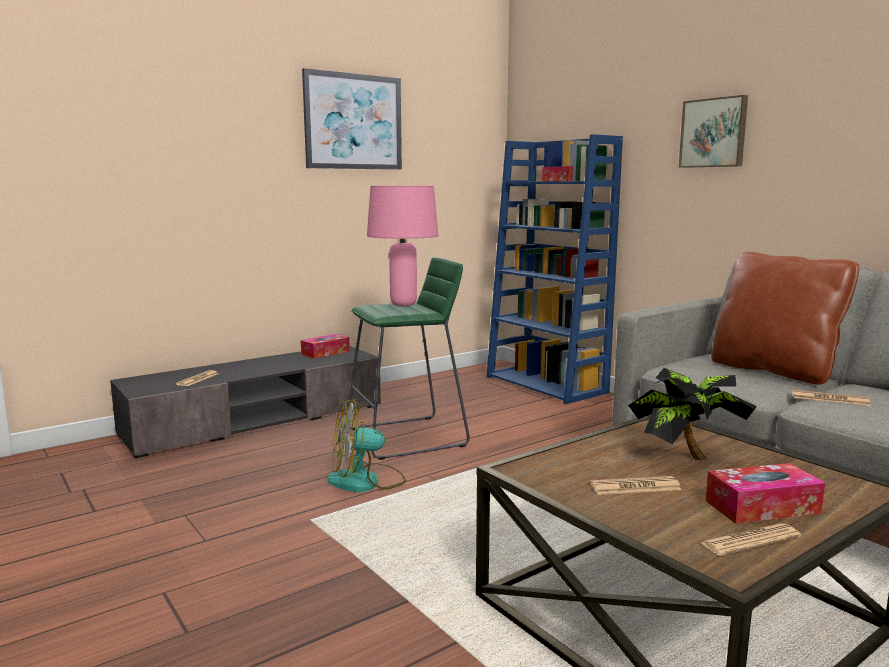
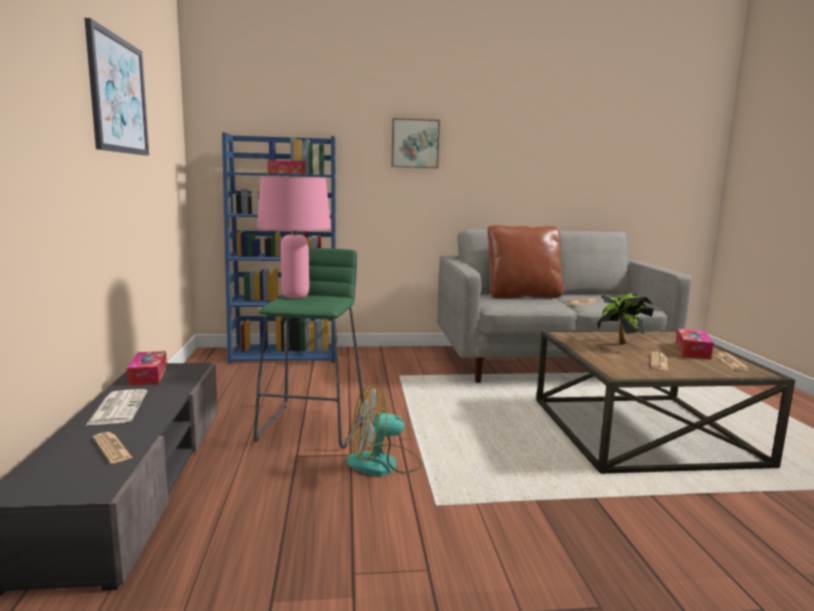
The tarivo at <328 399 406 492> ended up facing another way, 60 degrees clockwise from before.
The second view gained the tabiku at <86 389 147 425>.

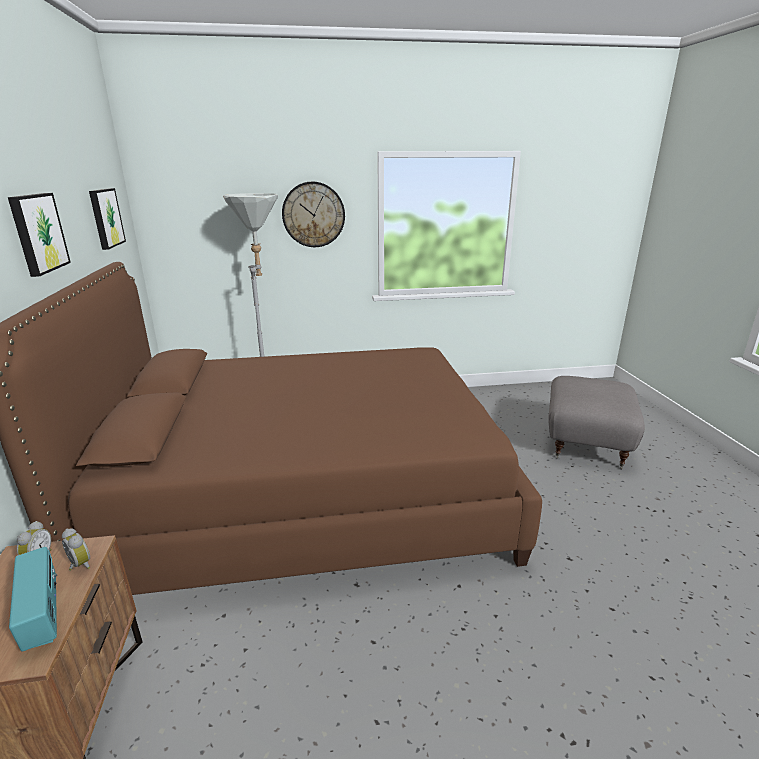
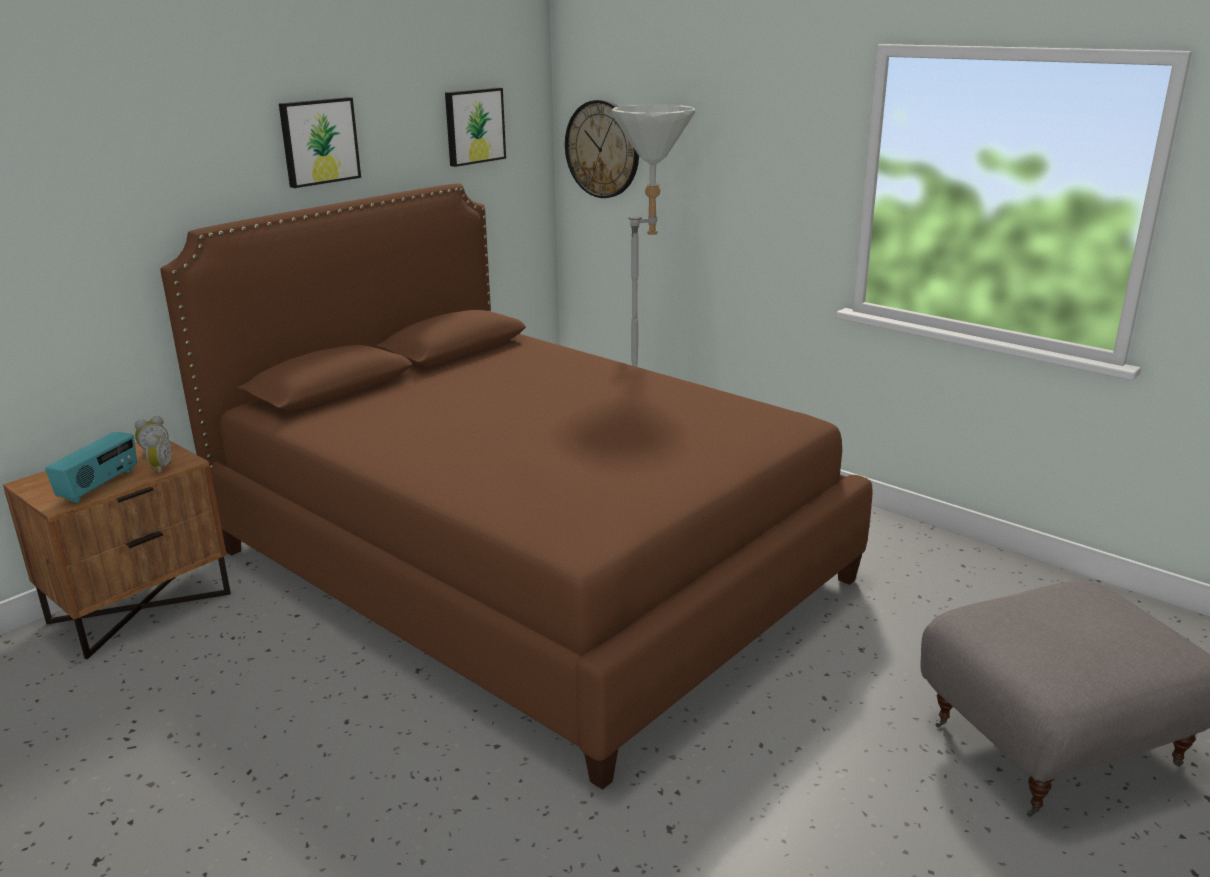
The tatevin ended up elsewhere, having gone from <282 182 345 247> to <565 100 639 198>.

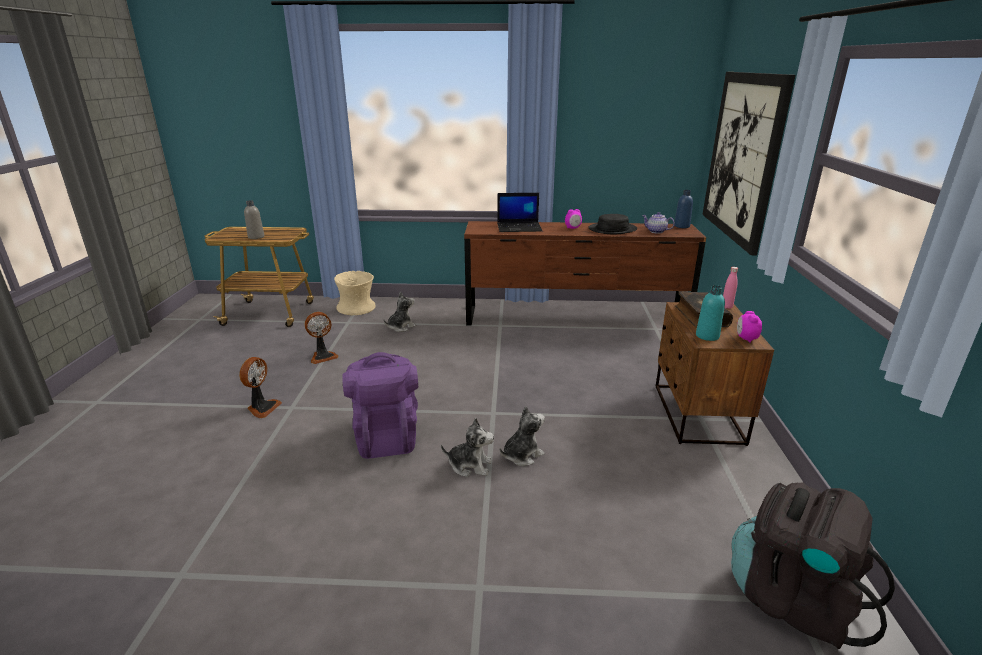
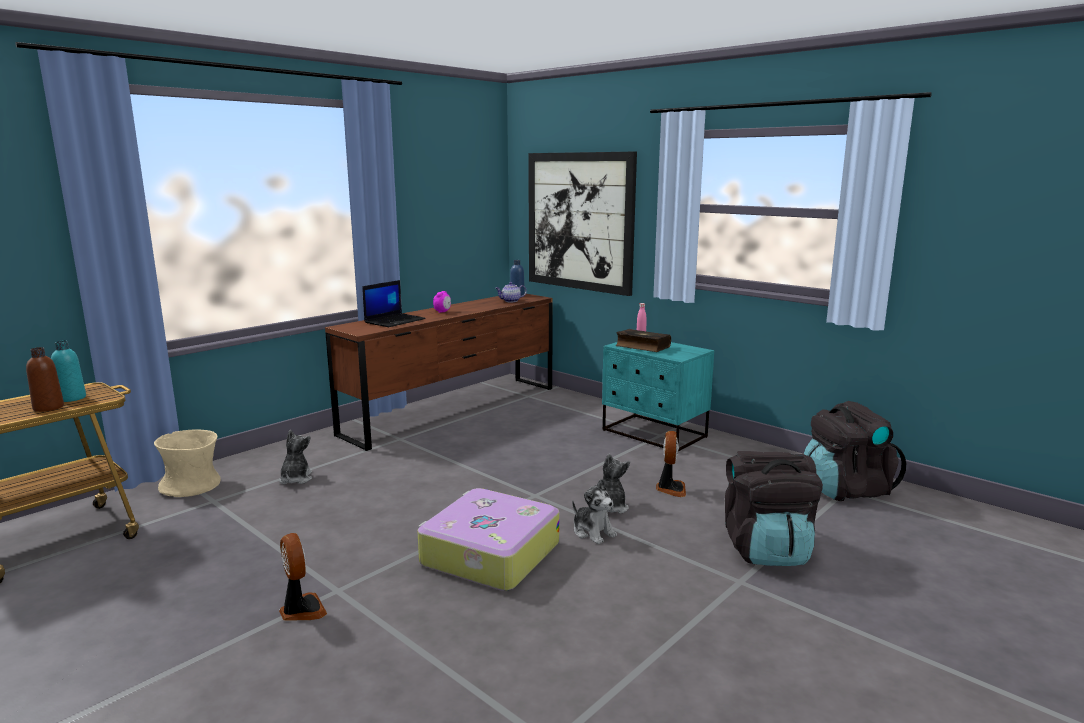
What was the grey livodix at <244 200 264 239> turned into the brown livodix at <26 347 64 412>.
The tarivo ended up elsewhere, having gone from <305 312 339 364> to <656 431 686 497>.
Where the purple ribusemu stood at <342 352 418 459>, the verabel came to stand at <417 488 560 591>.
The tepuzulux at <441 418 494 477> ended up facing another way, 90 degrees clockwise from before.
The second view lost the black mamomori at <588 214 637 234>.
What was the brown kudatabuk at <656 302 774 446> turned into the turquoise kudatabuk at <602 342 714 453>.
The turquoise livodix ended up elsewhere, having gone from <696 285 725 341> to <51 341 86 402>.
The second view lost the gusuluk at <737 311 762 342>.
The second view gained the black ribusemu at <725 451 823 566>.

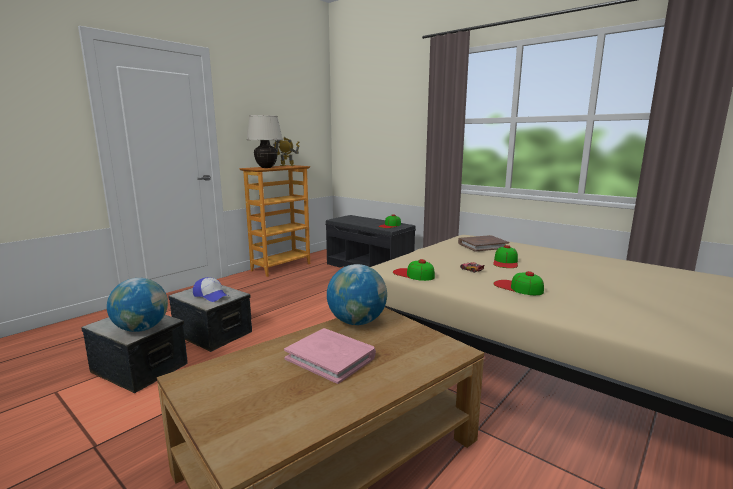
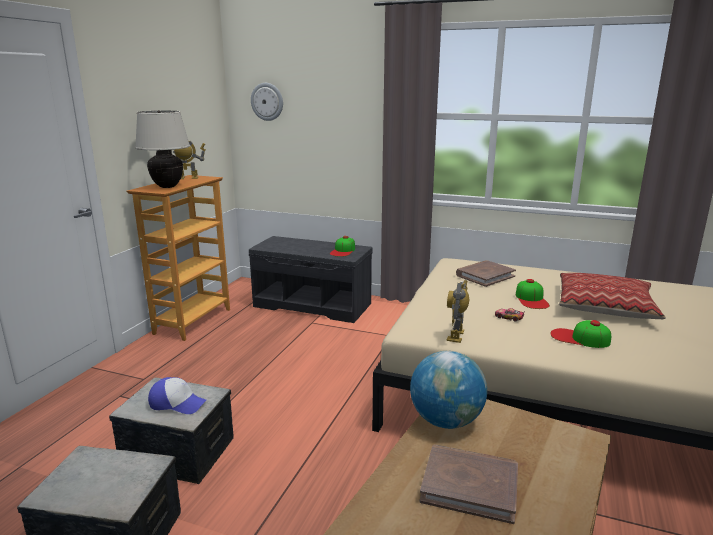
The second view lost the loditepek at <107 278 168 332>.
What was the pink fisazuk at <284 328 376 384> turned into the brown fisazuk at <420 444 518 524>.
Where the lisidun stood at <393 259 435 281>, the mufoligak came to stand at <447 280 469 343>.
The second view gained the tatevin at <251 83 283 121>.
The second view gained the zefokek at <559 273 666 319>.

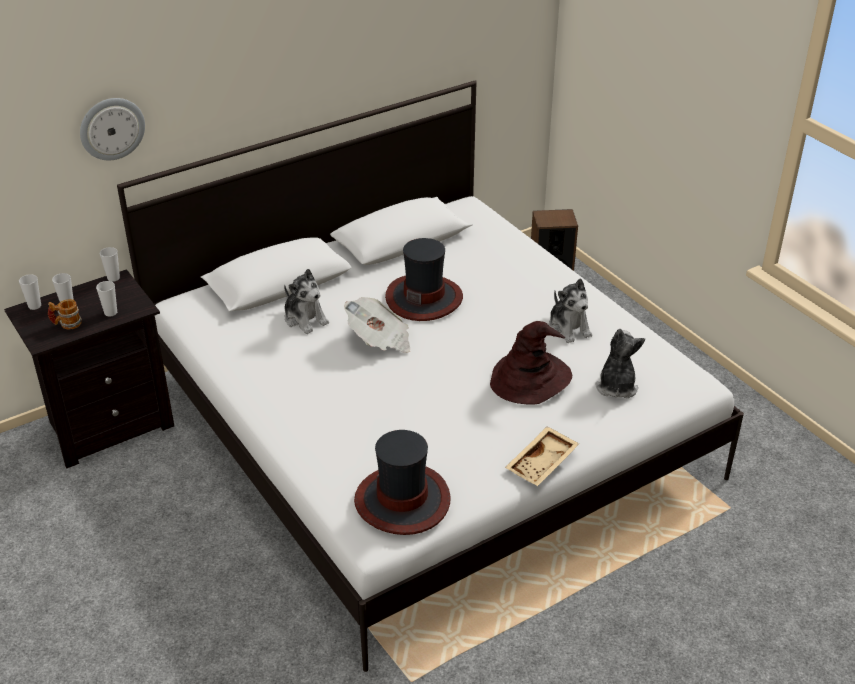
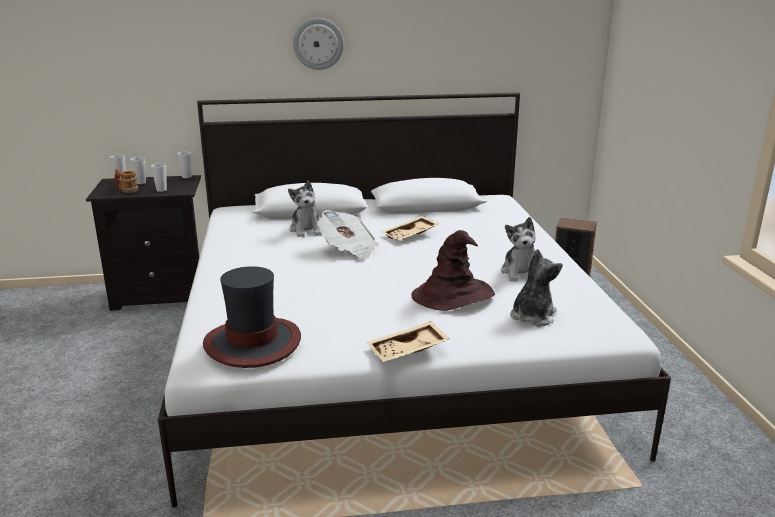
The tatevin ended up elsewhere, having gone from <80 98 145 160> to <293 18 344 70>.
Where the mamomori stood at <385 238 463 321>, the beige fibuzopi came to stand at <382 216 439 240>.

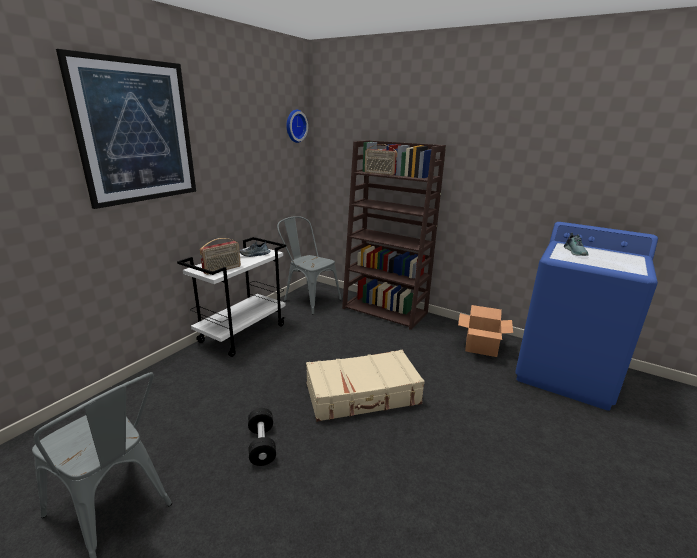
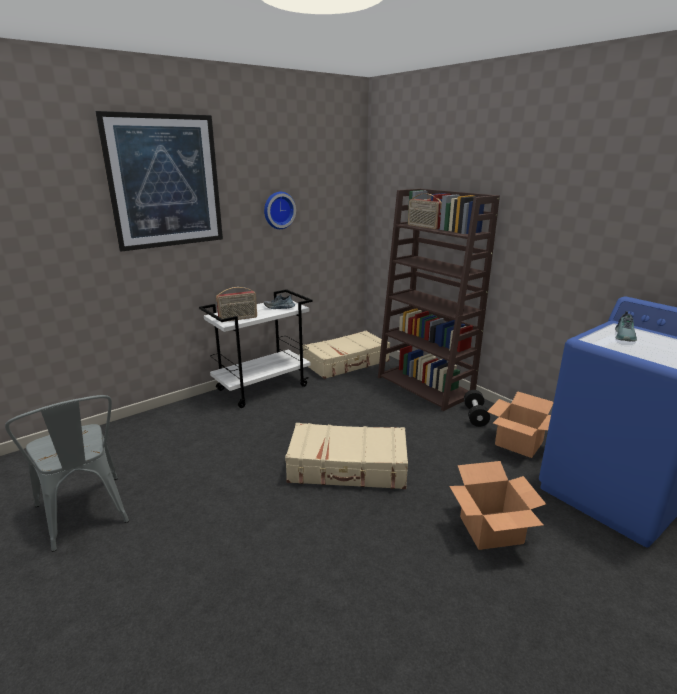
The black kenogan ended up elsewhere, having gone from <248 408 276 466> to <464 390 490 427>.
Where the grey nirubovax stood at <277 216 342 314>, the beige verabel came to stand at <302 331 390 379>.
The tatevin ended up elsewhere, having gone from <286 110 308 143> to <264 192 296 229>.
The second view gained the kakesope at <449 461 546 550>.

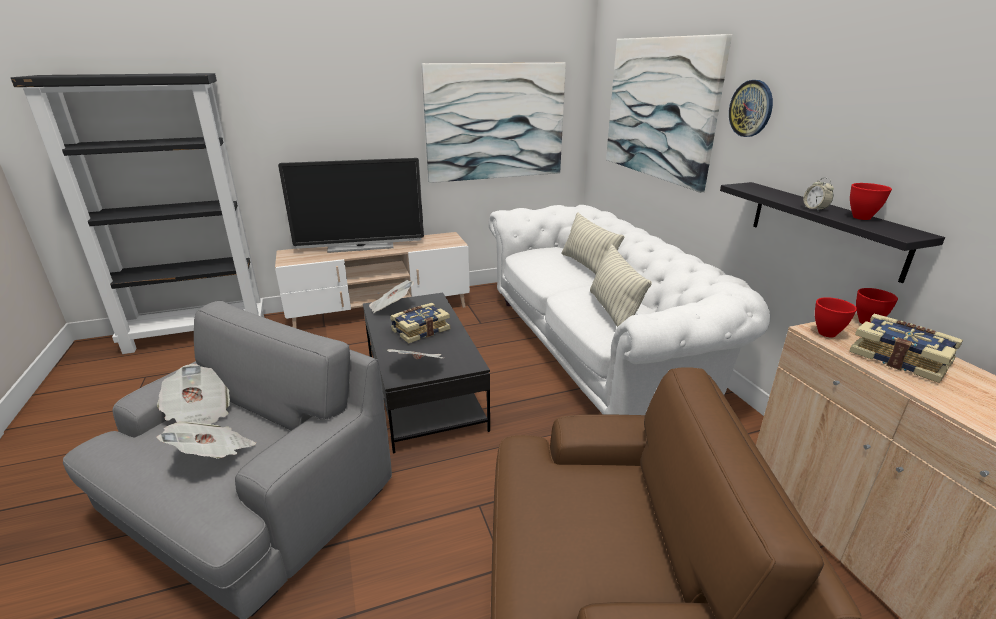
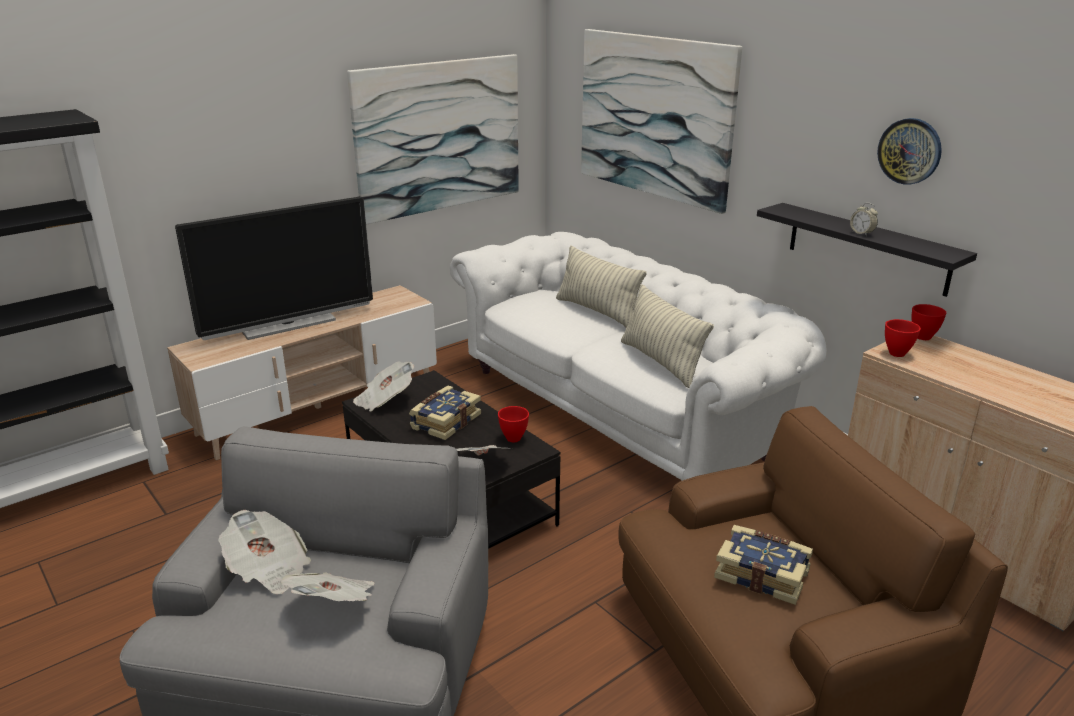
The tatevin ended up elsewhere, having gone from <729 80 773 137> to <877 118 942 185>.
The fisazuk ended up elsewhere, having gone from <849 314 963 383> to <714 525 813 605>.
The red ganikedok ended up elsewhere, having gone from <850 183 892 220> to <498 406 529 442>.

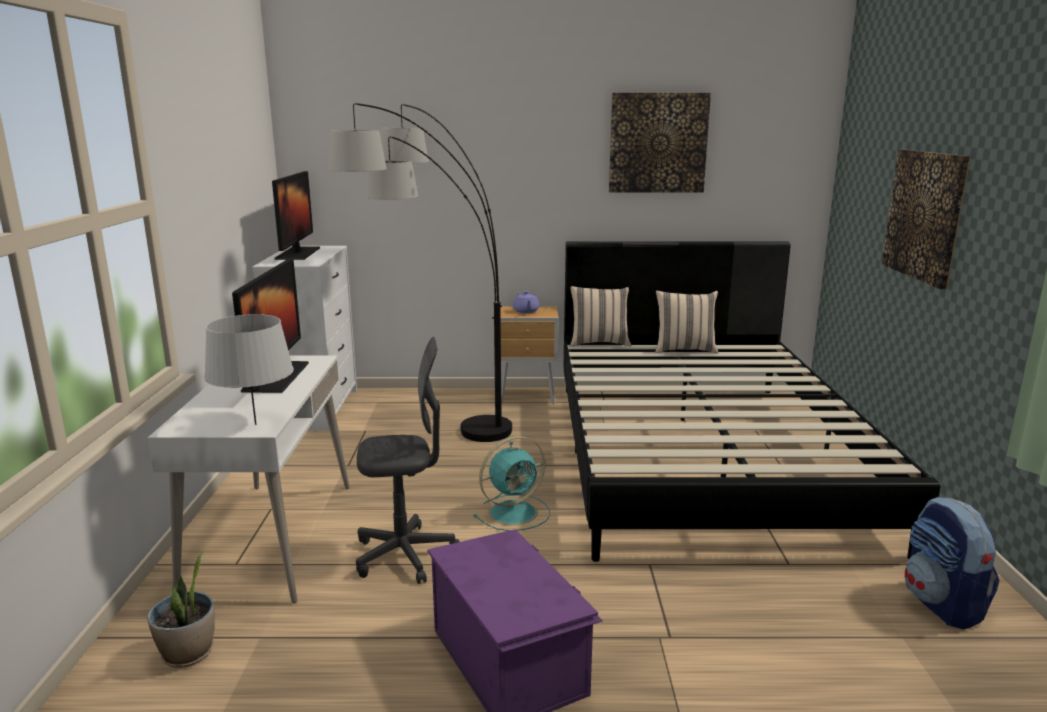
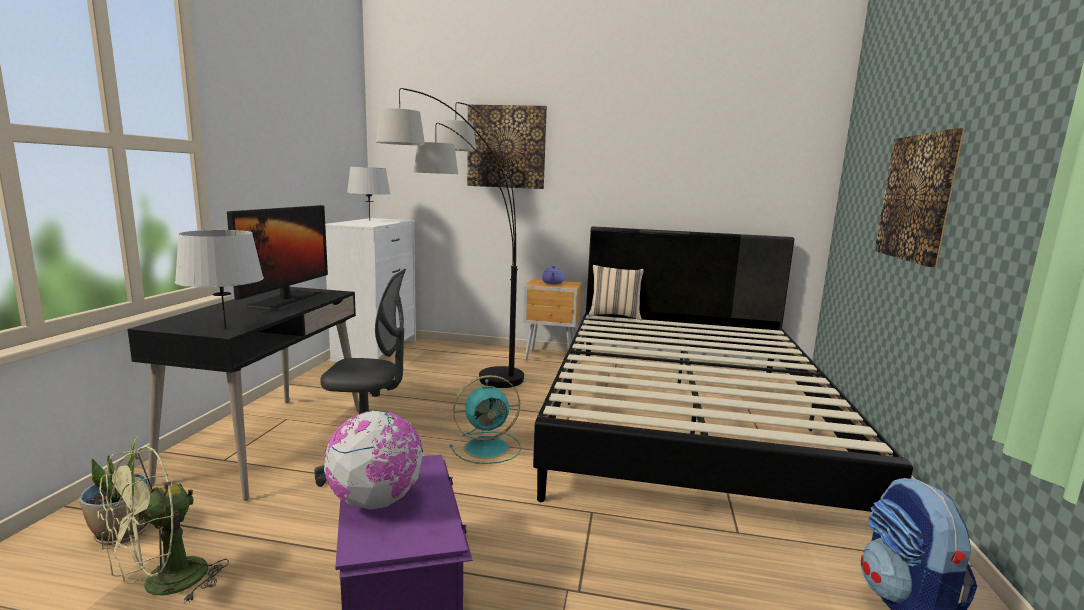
What was the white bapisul at <148 356 349 603> turned into the black bapisul at <127 287 359 501>.
Where the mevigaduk stood at <272 171 320 260>, the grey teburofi came to stand at <347 167 390 219>.
The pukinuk ended up elsewhere, having gone from <609 93 711 193> to <467 105 547 189>.
The second view lost the beige zefokek at <655 291 719 354>.
The second view gained the green tarivo at <98 446 229 603>.
The second view gained the loditepek at <324 410 423 510>.

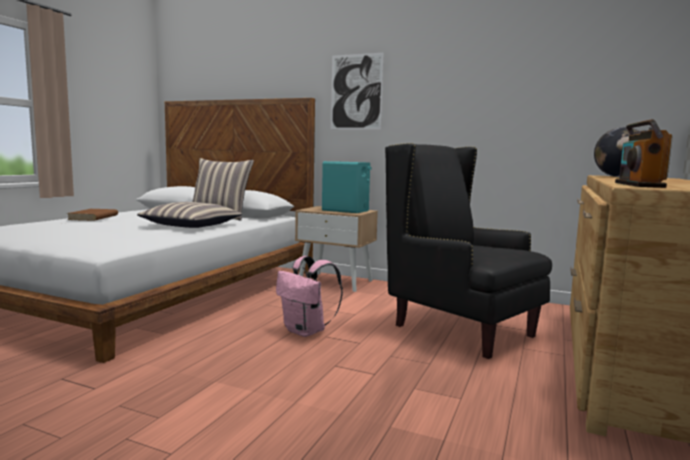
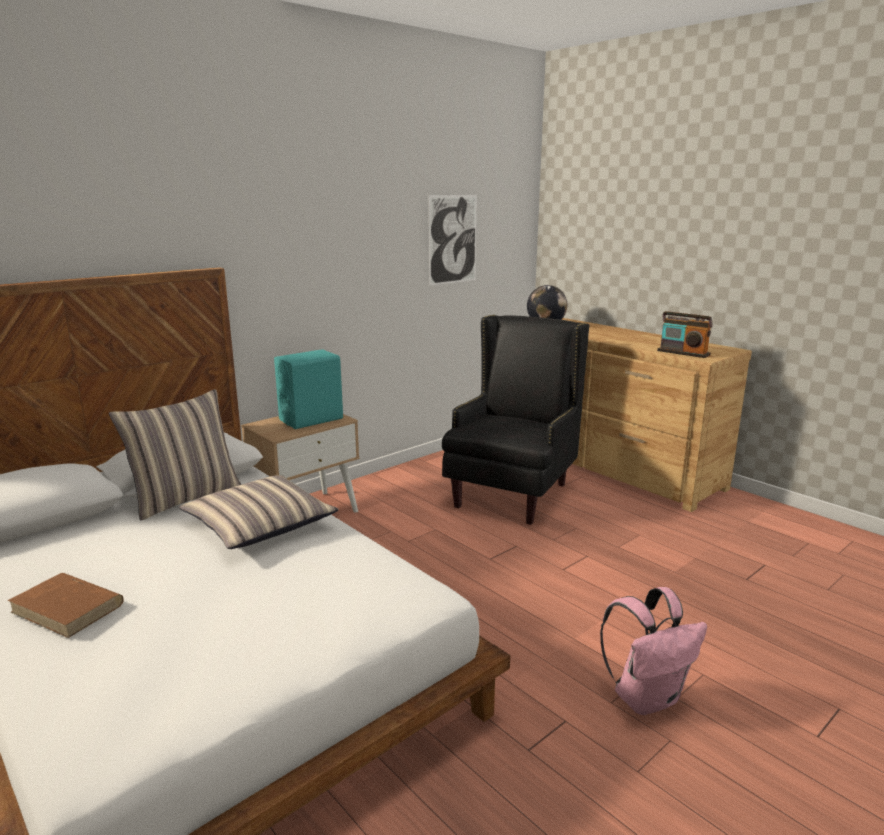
The pink ribusemu ended up elsewhere, having gone from <276 256 343 337> to <600 587 707 715>.
The pukinuk ended up elsewhere, having gone from <331 53 384 129> to <429 195 477 286>.
The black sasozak at <385 143 552 359> ended up facing another way, 135 degrees clockwise from before.

